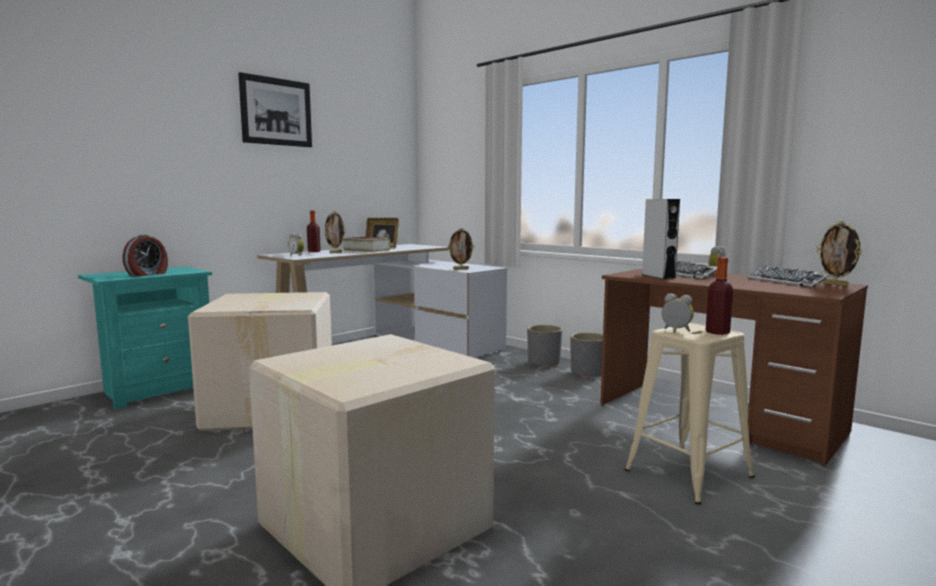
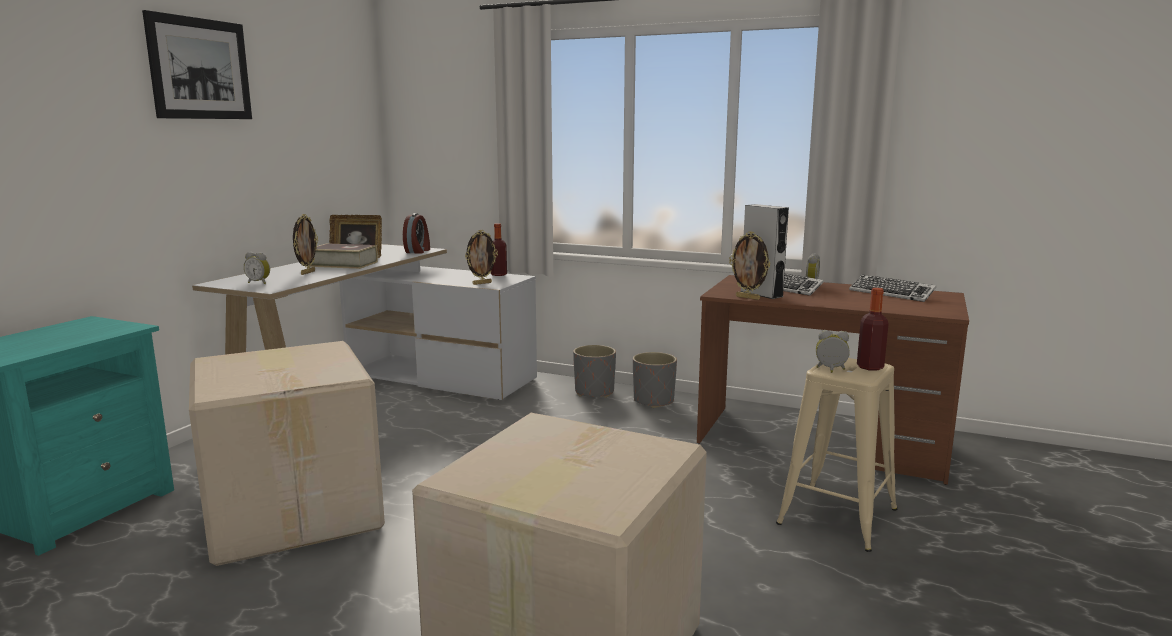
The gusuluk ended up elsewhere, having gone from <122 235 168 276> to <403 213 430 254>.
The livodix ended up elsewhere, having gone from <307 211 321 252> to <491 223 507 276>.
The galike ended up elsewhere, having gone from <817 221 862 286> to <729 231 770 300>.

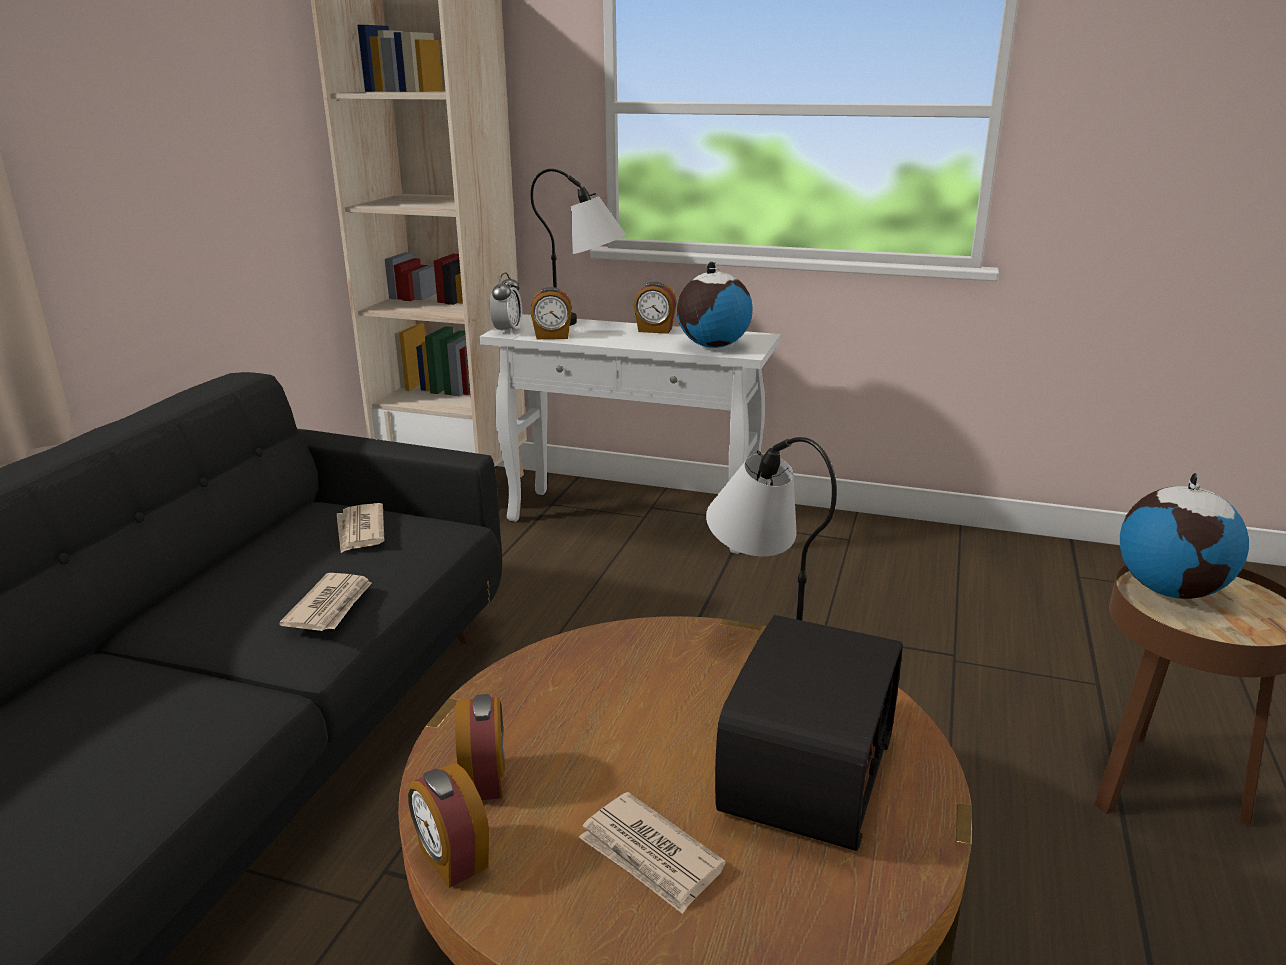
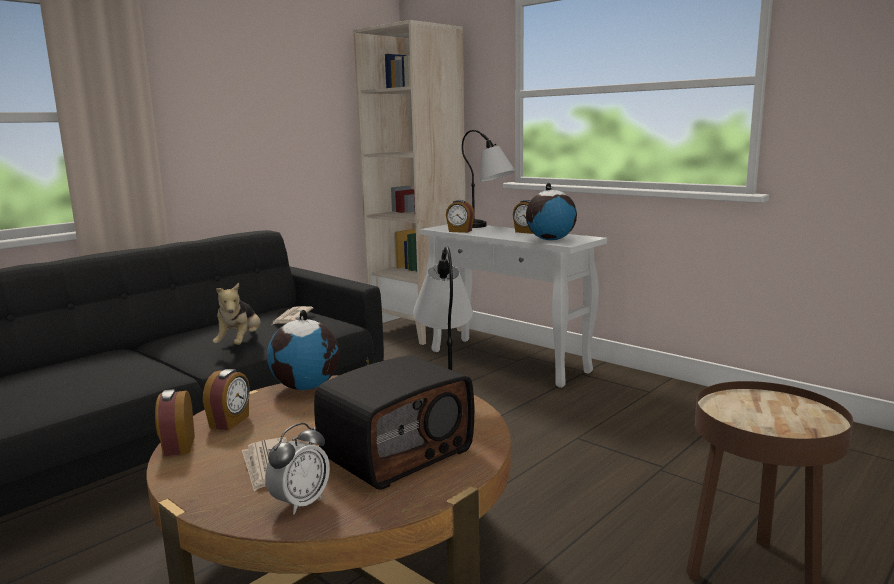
Where the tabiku stood at <279 573 372 631>, the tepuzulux came to stand at <213 283 261 345>.
The gusuluk ended up elsewhere, having gone from <490 273 522 335> to <265 423 330 515>.
The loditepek ended up elsewhere, having gone from <1120 473 1249 599> to <267 310 339 390>.

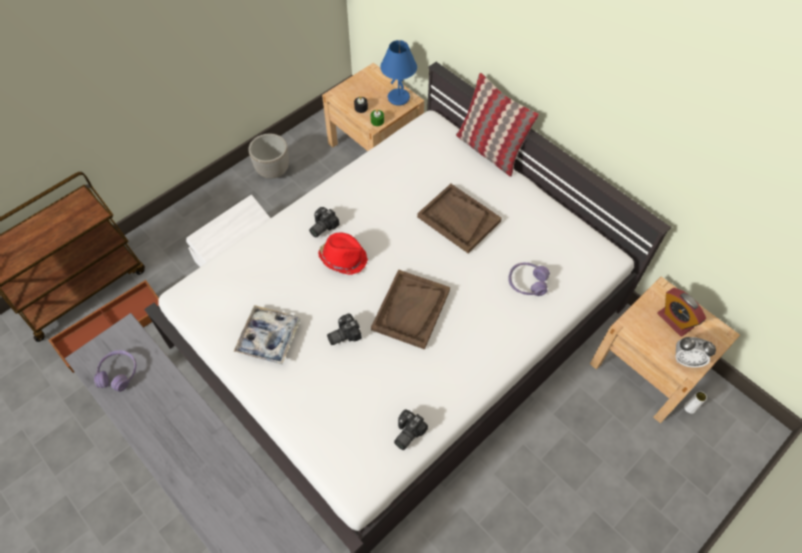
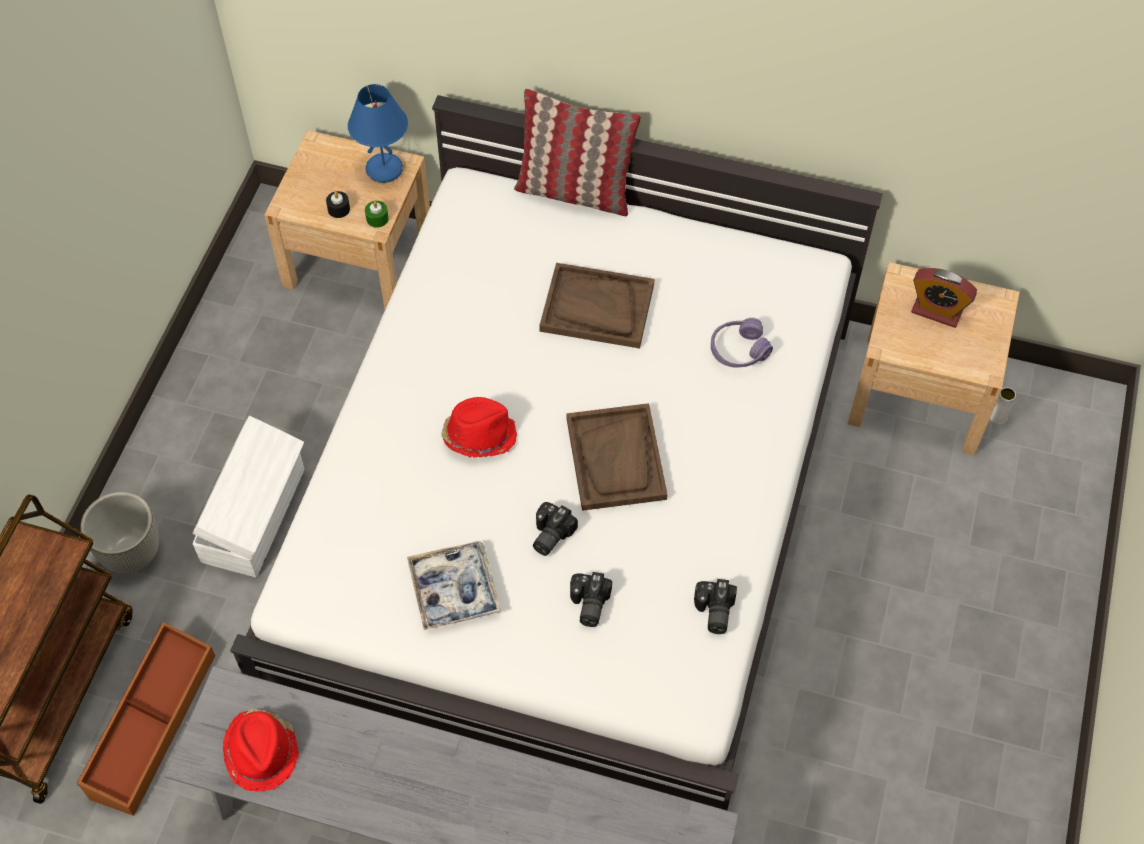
Where the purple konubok stood at <94 350 136 392>, the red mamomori came to stand at <223 709 299 792>.
The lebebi ended up elsewhere, having gone from <249 133 289 179> to <80 492 159 573>.
The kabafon ended up elsewhere, having gone from <309 207 339 237> to <570 572 612 627>.
The second view lost the gusuluk at <676 337 716 368>.

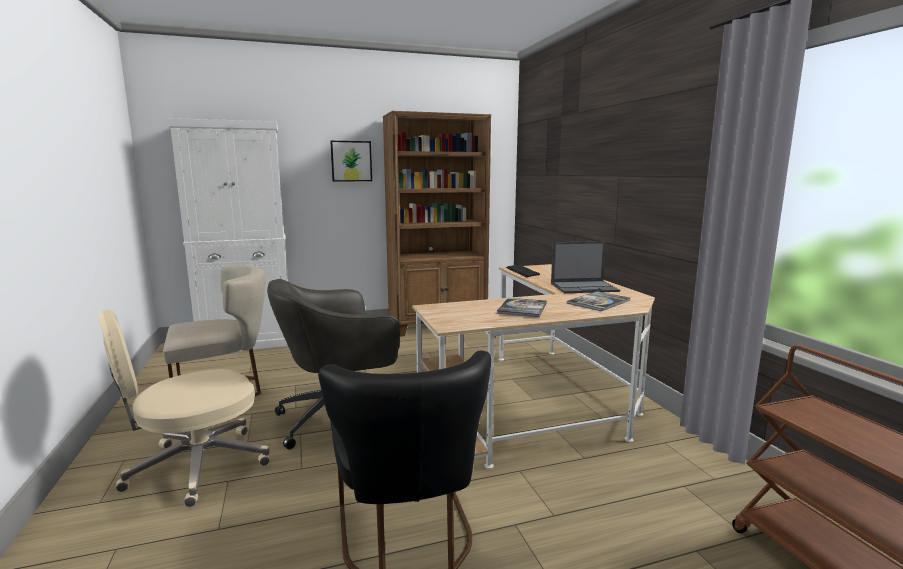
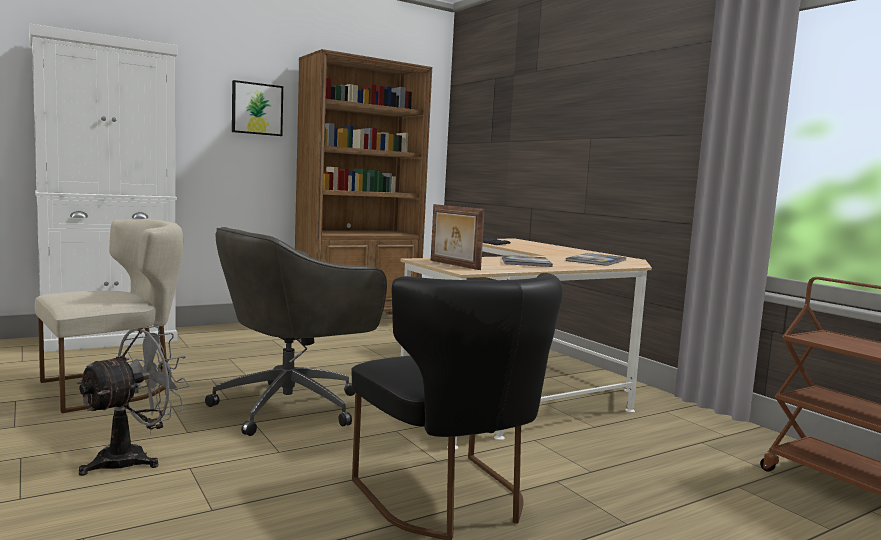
Where the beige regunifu stood at <98 310 270 507>, the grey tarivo came to stand at <77 326 190 476>.
The second view lost the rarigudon at <551 241 620 293>.
The second view gained the galike at <431 204 485 270>.

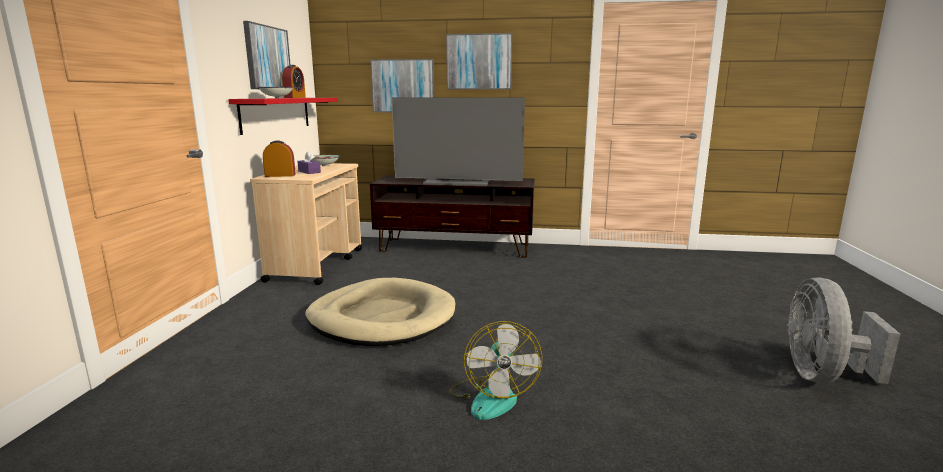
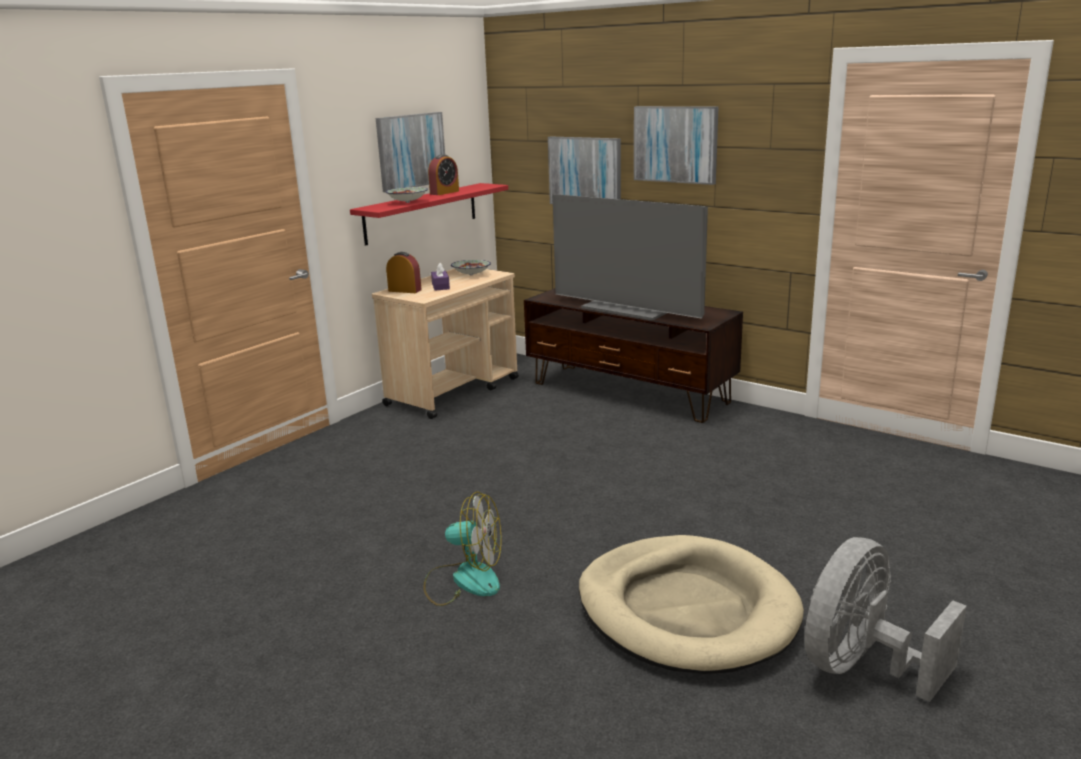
The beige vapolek ended up elsewhere, having gone from <305 278 455 346> to <579 535 804 674>.
The tarivo at <449 321 542 420> ended up facing another way, 105 degrees counterclockwise from before.

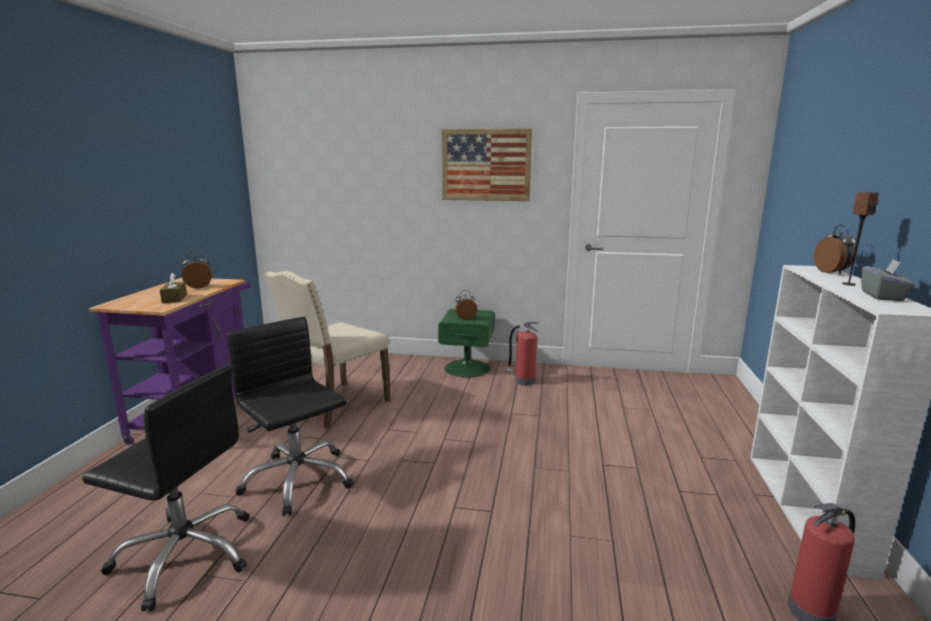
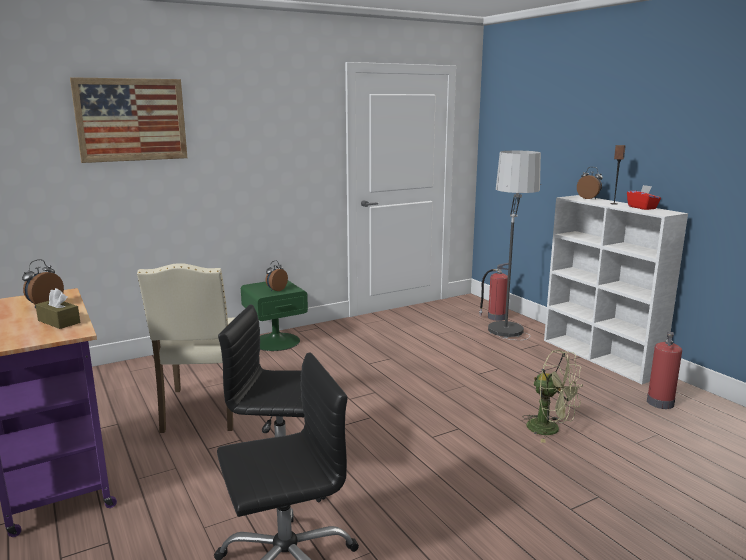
The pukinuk ended up elsewhere, having gone from <442 128 532 201> to <70 77 187 163>.
The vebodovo ended up elsewhere, having gone from <507 322 540 386> to <479 263 512 321>.
What was the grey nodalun at <861 259 914 301> turned into the red nodalun at <627 185 661 210>.
The second view gained the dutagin at <488 151 541 340>.
The second view gained the green tarivo at <523 349 583 443>.

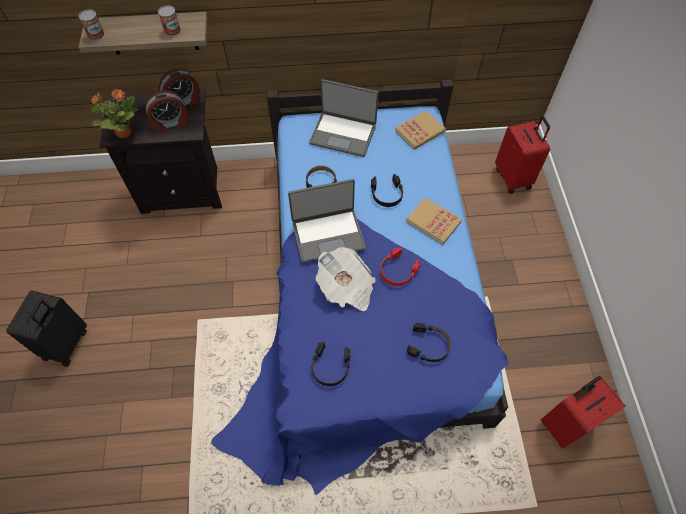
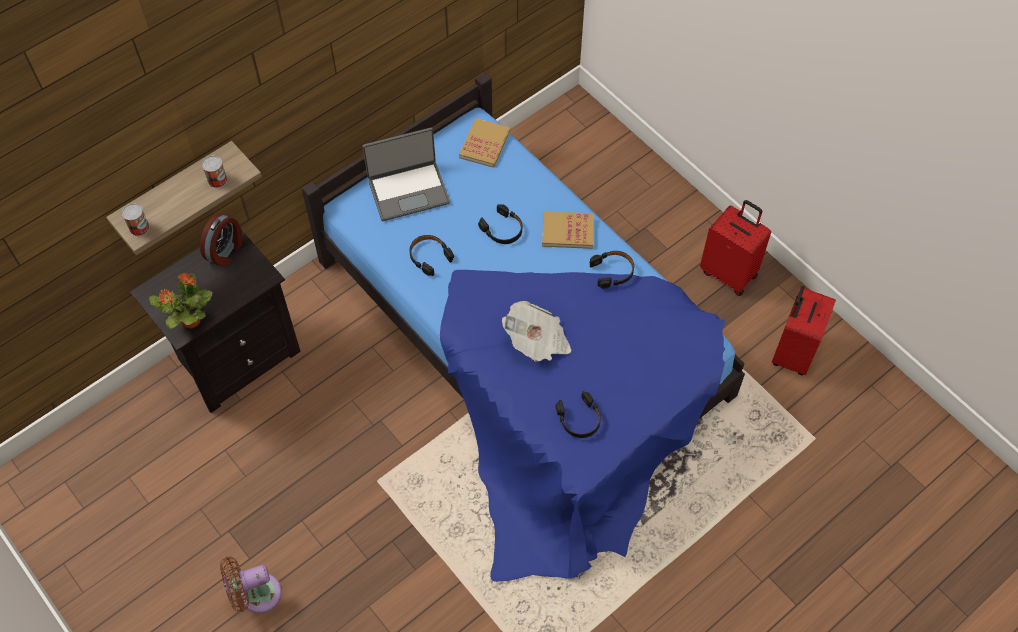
Where the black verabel stood at <6 291 87 367>, the brown tarivo came to stand at <220 556 282 613>.
The second view lost the gusuluk at <146 90 188 133>.
The second view lost the rarigudon at <288 179 366 263>.
The second view lost the red konubok at <380 248 421 286>.
The black konubok ended up elsewhere, having gone from <407 323 451 362> to <590 251 634 289>.
The red verabel ended up elsewhere, having gone from <495 116 550 194> to <700 200 771 296>.

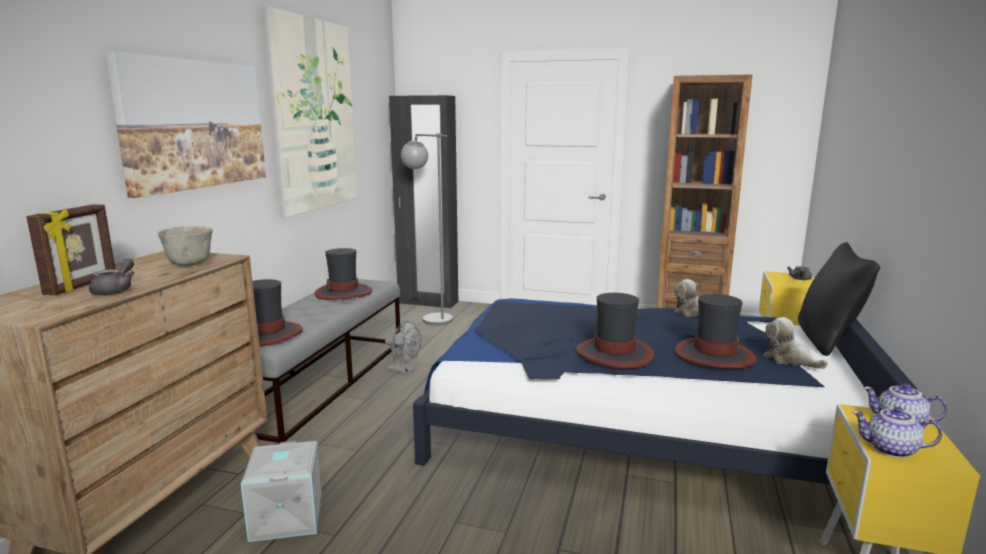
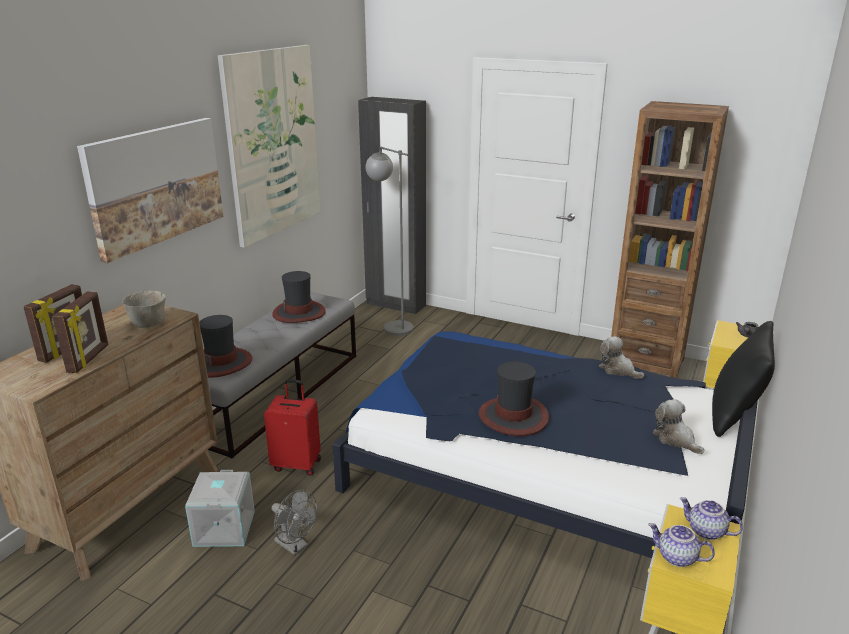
Where the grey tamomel stood at <89 259 134 295>, the galike came to stand at <53 291 108 373>.
The grey tarivo ended up elsewhere, having gone from <385 321 422 375> to <272 490 317 555>.
The second view lost the mamomori at <675 294 756 368>.
The second view gained the red verabel at <264 379 321 475>.

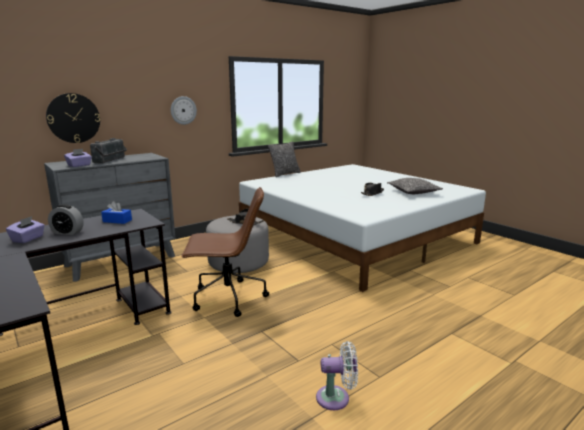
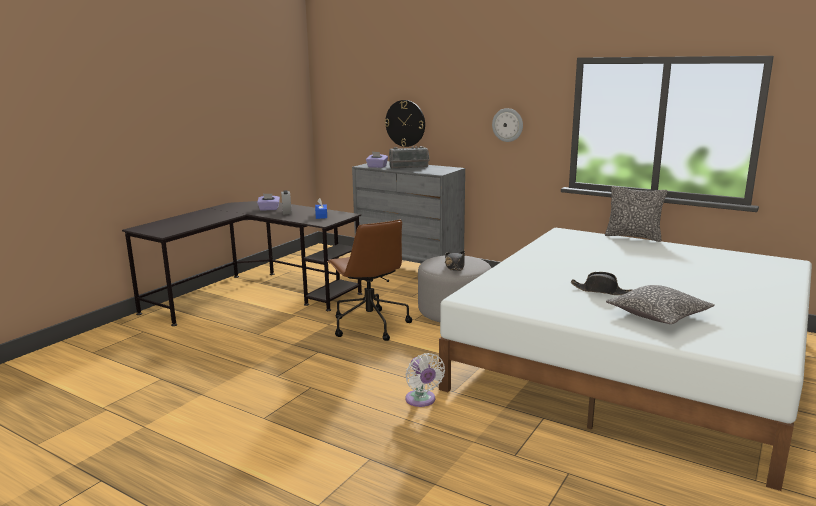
The white tarivo ended up elsewhere, having gone from <316 341 358 410> to <405 353 445 407>.

